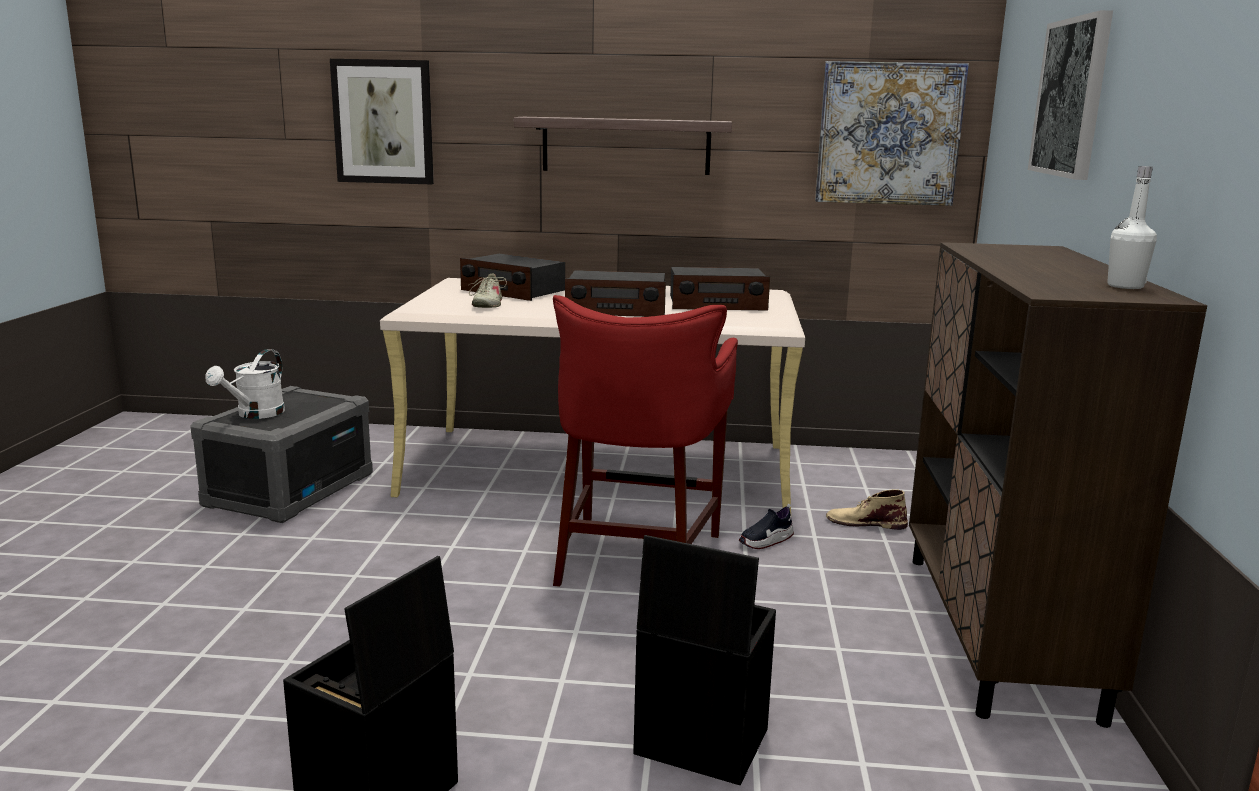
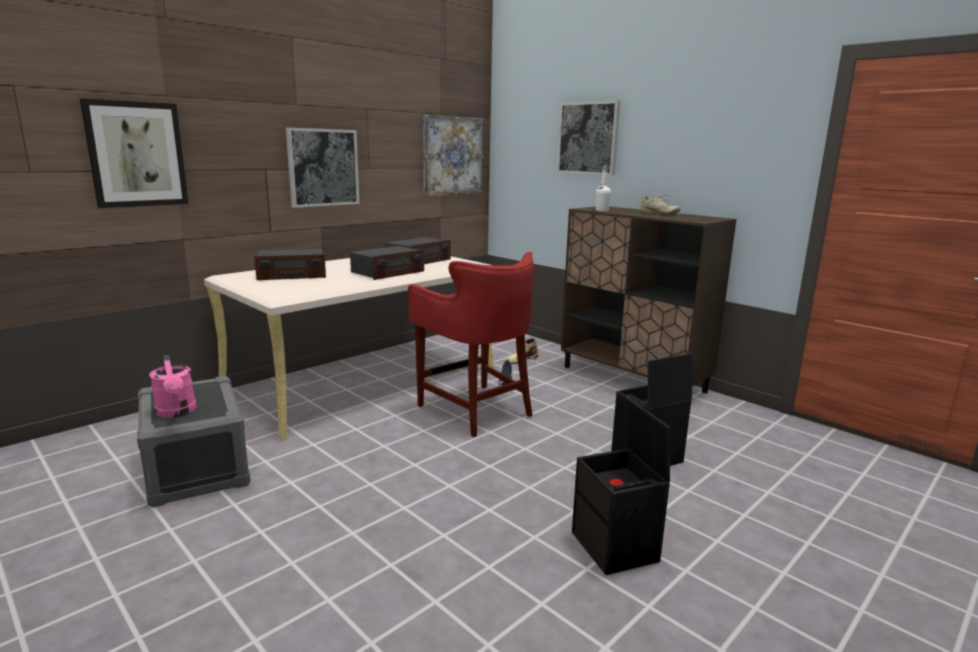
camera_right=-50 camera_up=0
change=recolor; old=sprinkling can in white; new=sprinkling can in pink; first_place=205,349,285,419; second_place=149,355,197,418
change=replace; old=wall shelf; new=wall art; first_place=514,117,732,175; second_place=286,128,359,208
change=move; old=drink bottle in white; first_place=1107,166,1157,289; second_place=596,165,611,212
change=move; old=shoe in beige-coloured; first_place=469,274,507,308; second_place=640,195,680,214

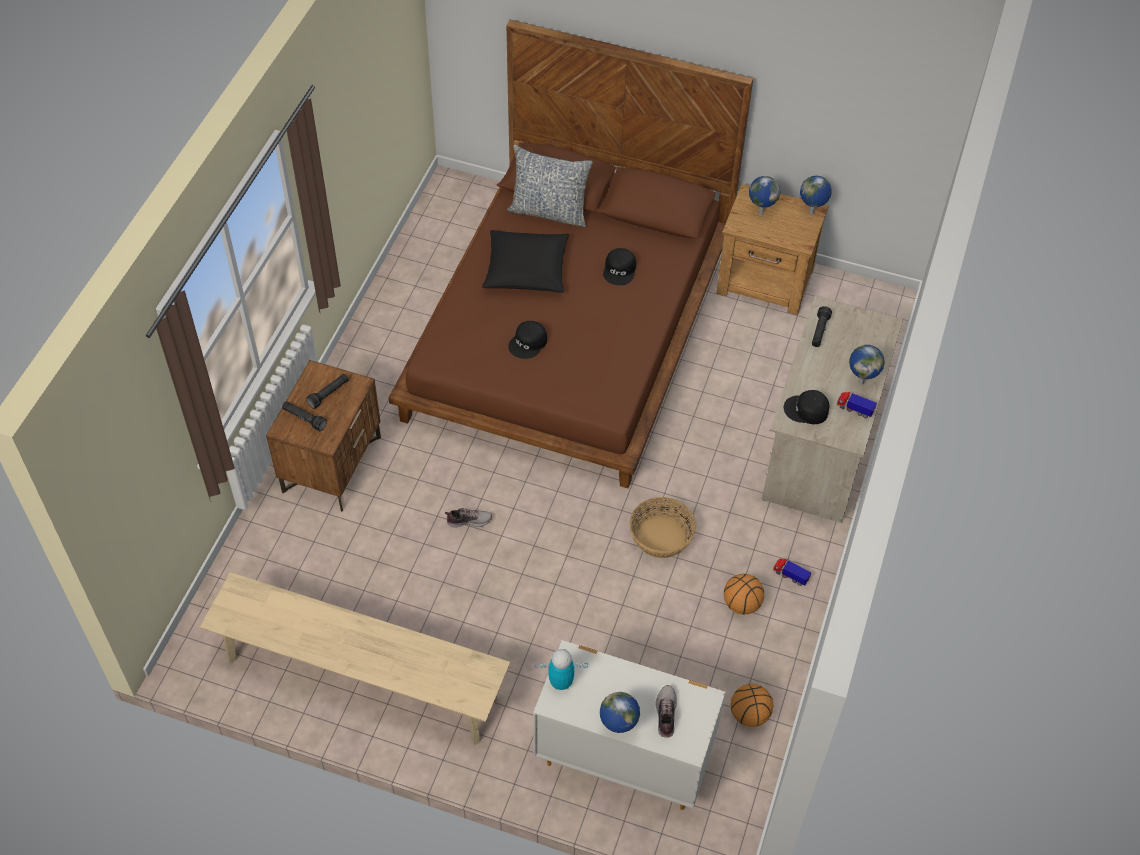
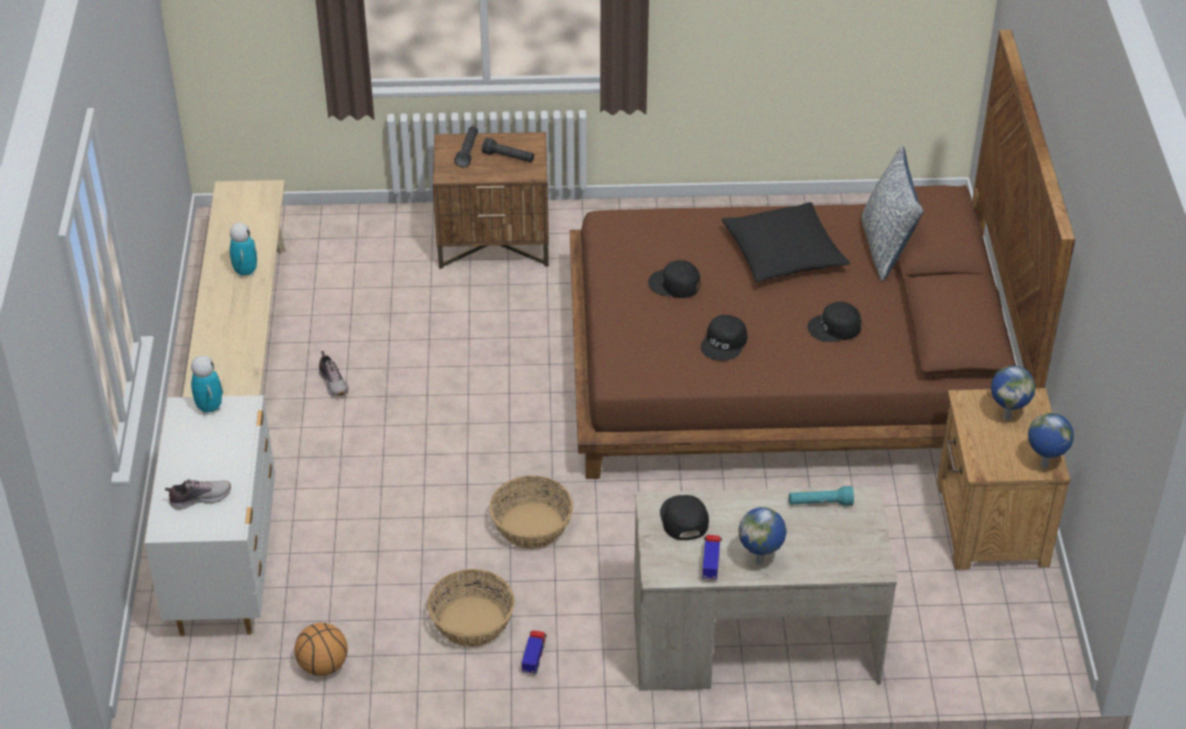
camera_right=70 camera_up=-10
change=insert; new=model robot; second_place=230,223,257,277
change=move; old=shoe; first_place=445,508,492,527; second_place=319,351,348,396
change=replace; old=ball for basketball; new=household basket; first_place=724,574,764,614; second_place=427,569,515,647
change=insert; new=cap in black; second_place=701,315,747,361
change=recolor; old=flashlight in black; new=flashlight in turquoise; first_place=812,306,832,347; second_place=789,486,854,506
change=delete; old=desk globe; first_place=600,692,640,733

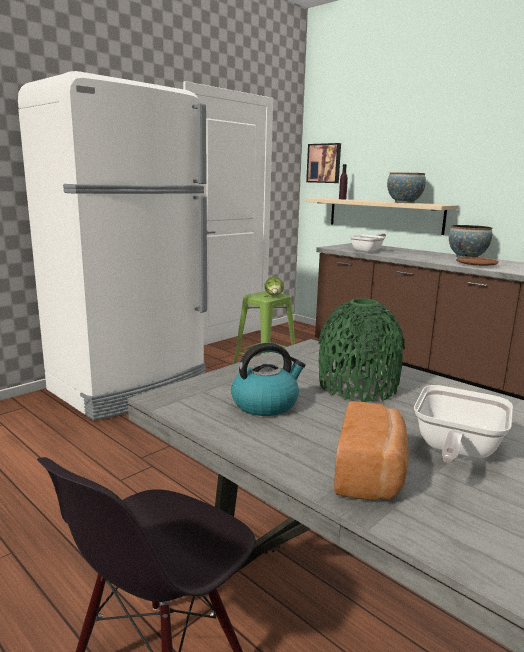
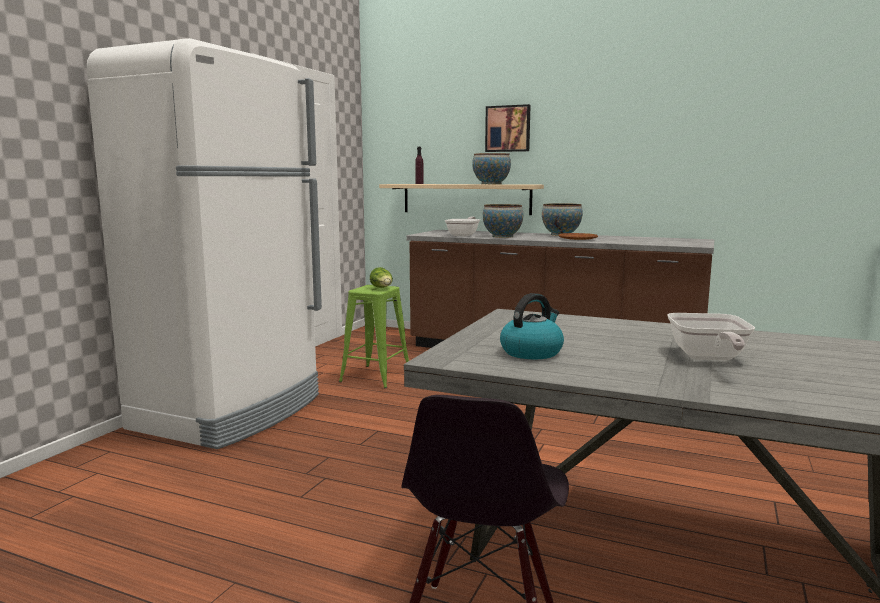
camera_right=-20 camera_up=-5
change=insert; new=serving bowl; second_place=483,204,523,238
change=move; old=wall art; first_place=306,143,341,183; second_place=485,104,531,152
change=delete; old=decorative vase in green-coloured; first_place=318,298,405,402
change=delete; old=bakery bread; first_place=334,401,409,500

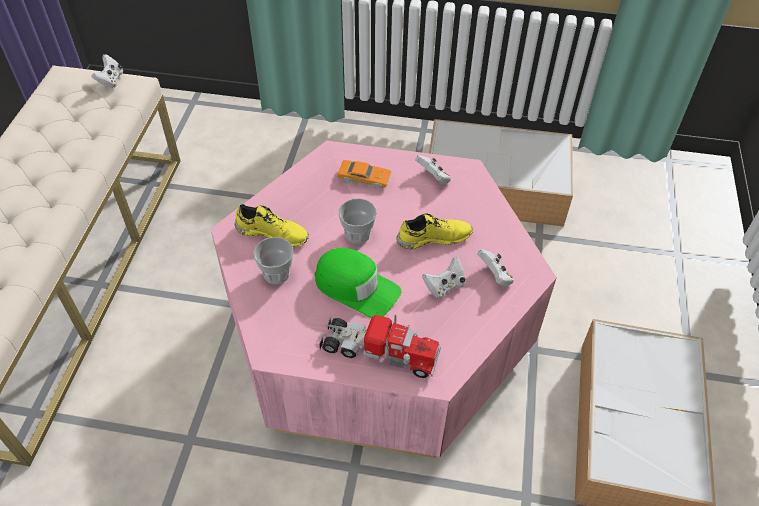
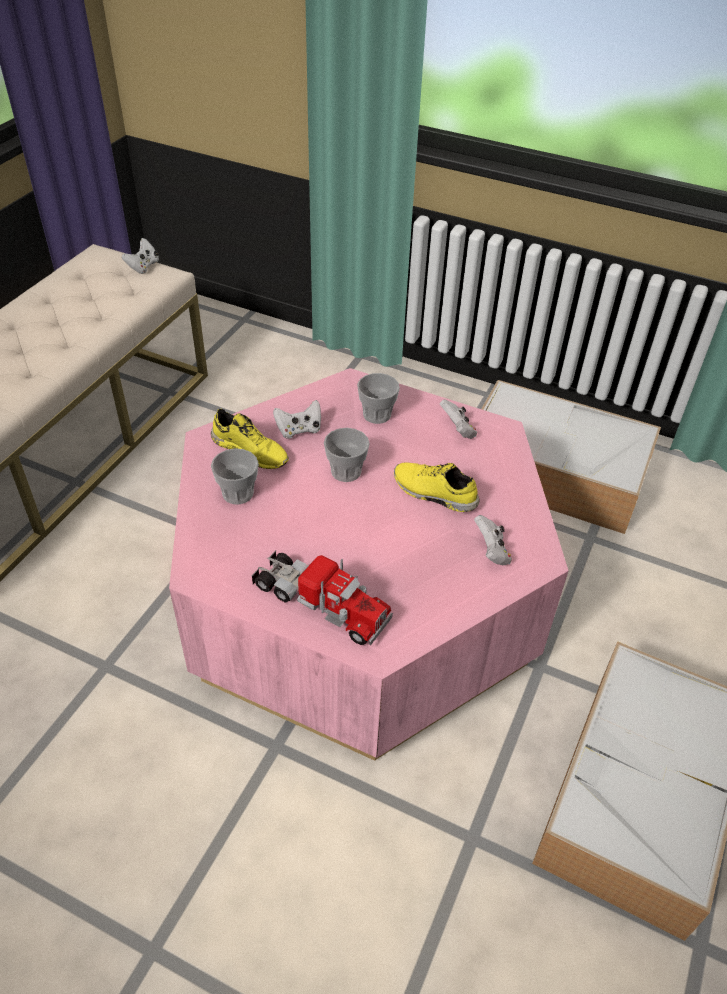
camera_right=15 camera_up=-5
change=move; old=joypad in white; first_place=422,257,465,299; second_place=273,400,321,439
change=replace; old=model car in orangey; new=small cup; first_place=337,160,392,189; second_place=357,373,400,424
change=rotate; old=shoe in yellow-coloured; first_place=396,213,473,249; second_place=394,462,479,512; degrees=-150
change=delete; old=cap in green-coloured; first_place=315,248,401,318

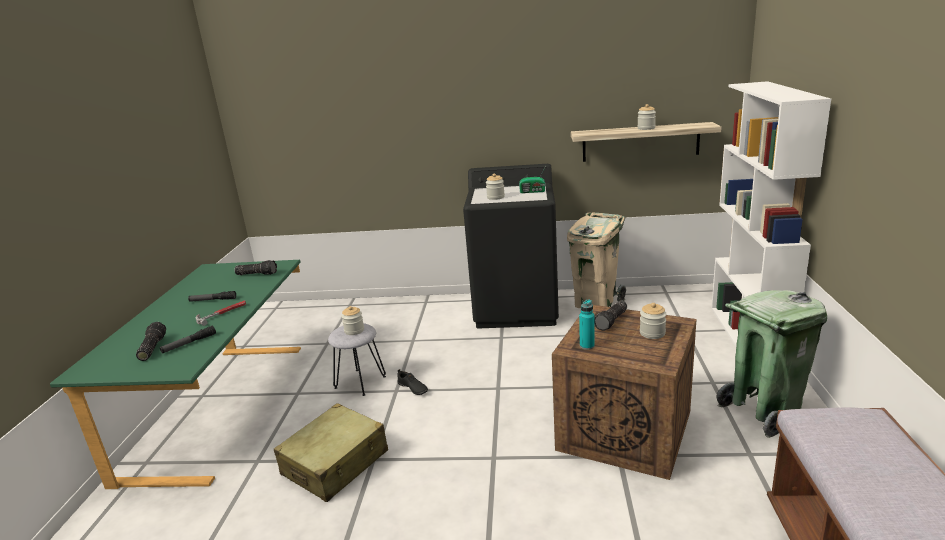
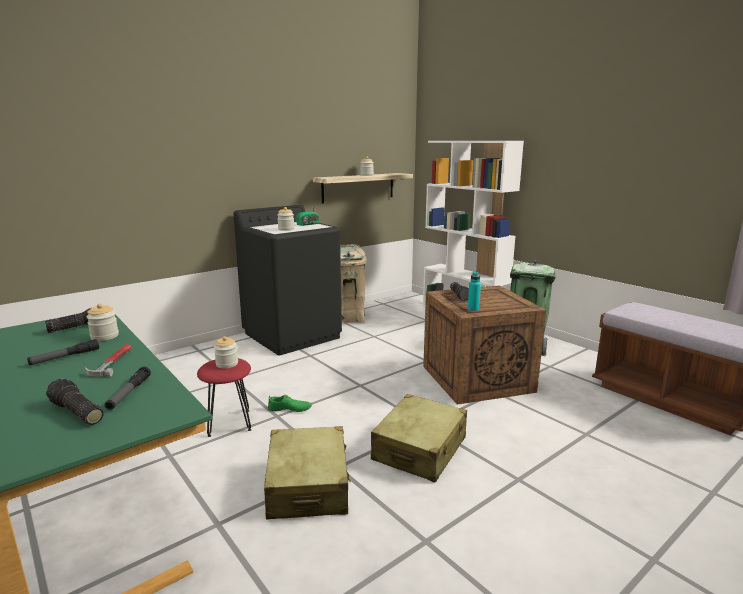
camera_right=-45 camera_up=-5
change=move; old=storage jar; first_place=640,303,667,339; second_place=86,303,119,341
change=recolor; old=sitting stool in gray; new=sitting stool in red; first_place=328,323,386,396; second_place=197,358,251,437
change=recolor; old=shoe in black; new=shoe in green-coloured; first_place=397,369,428,395; second_place=268,394,312,412
change=insert; new=suitcase in beige-coloured; second_place=371,394,467,483

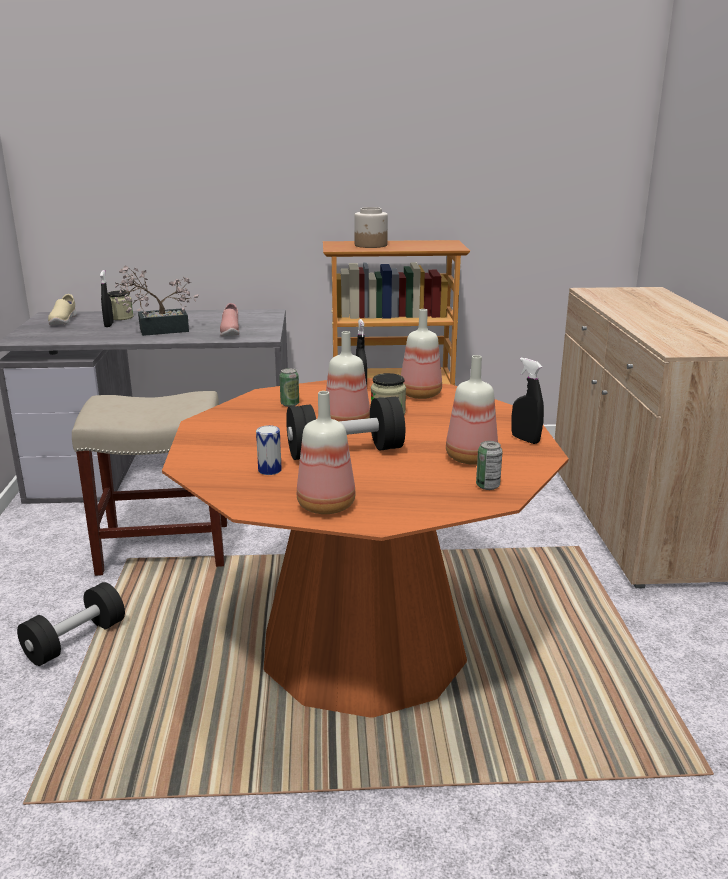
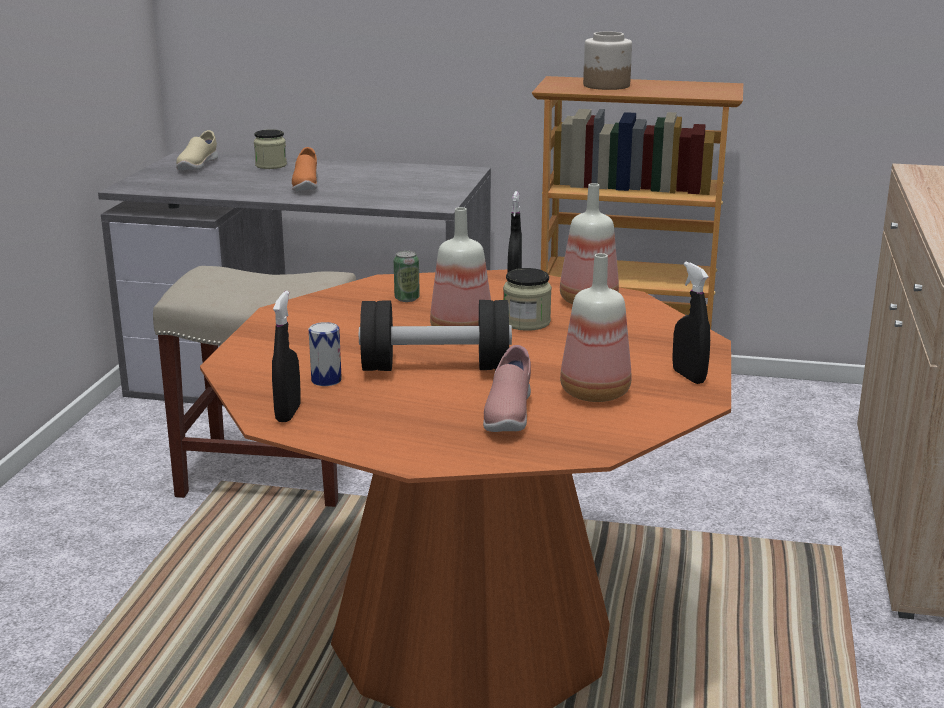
camera_right=15 camera_up=0
change=move; old=sprayer in black; first_place=100,270,114,327; second_place=272,291,301,422
change=replace; old=plant in a pot; new=shoe in orangey; first_place=115,265,199,336; second_place=292,147,318,191
change=move; old=shoe in pink; first_place=220,303,240,337; second_place=483,345,531,432
change=delete; old=dumbbell in black; first_place=17,582,125,666
change=delete; old=drink bottle; first_place=297,391,356,514
change=delete; old=sealed can; first_place=476,441,503,490

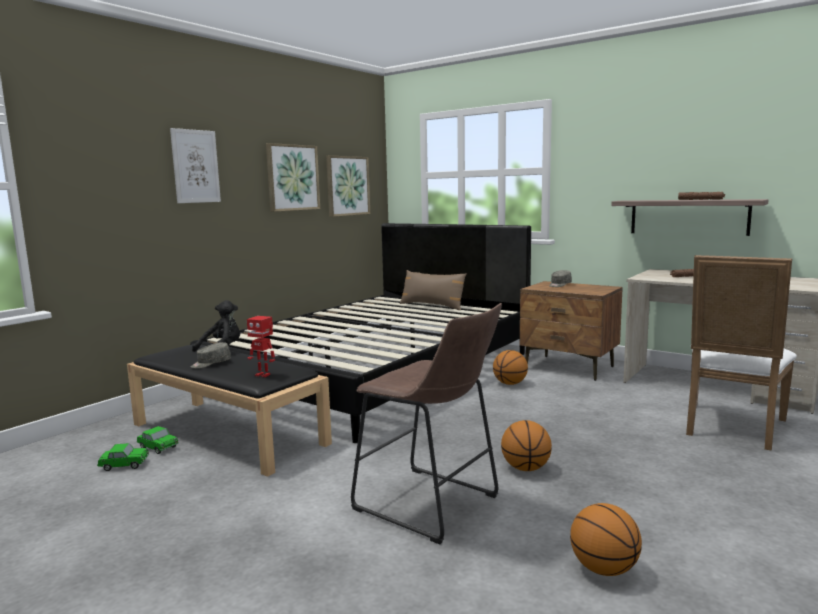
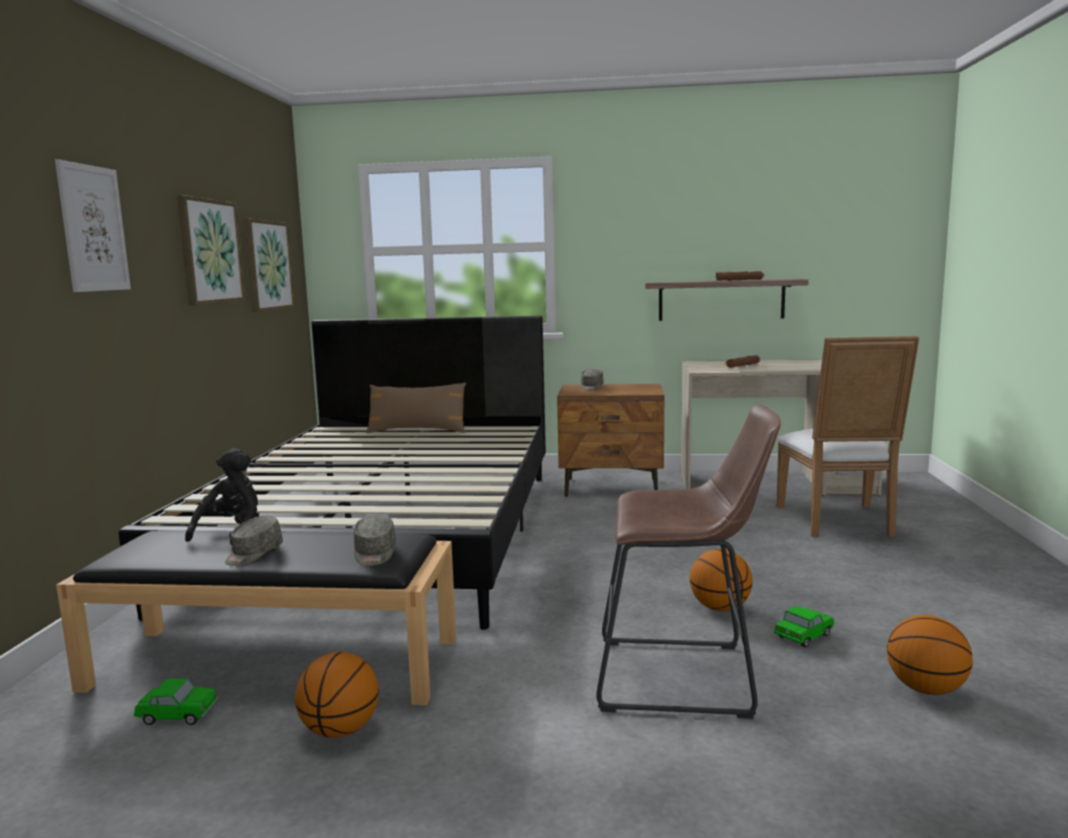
camera_right=-30 camera_up=0
change=move; old=ball for basketball; first_place=493,350,528,385; second_place=295,652,379,738
change=replace; old=model robot; new=cap in gray; first_place=247,316,275,377; second_place=354,515,396,566
change=move; old=model car; first_place=97,443,149,471; second_place=774,606,834,648

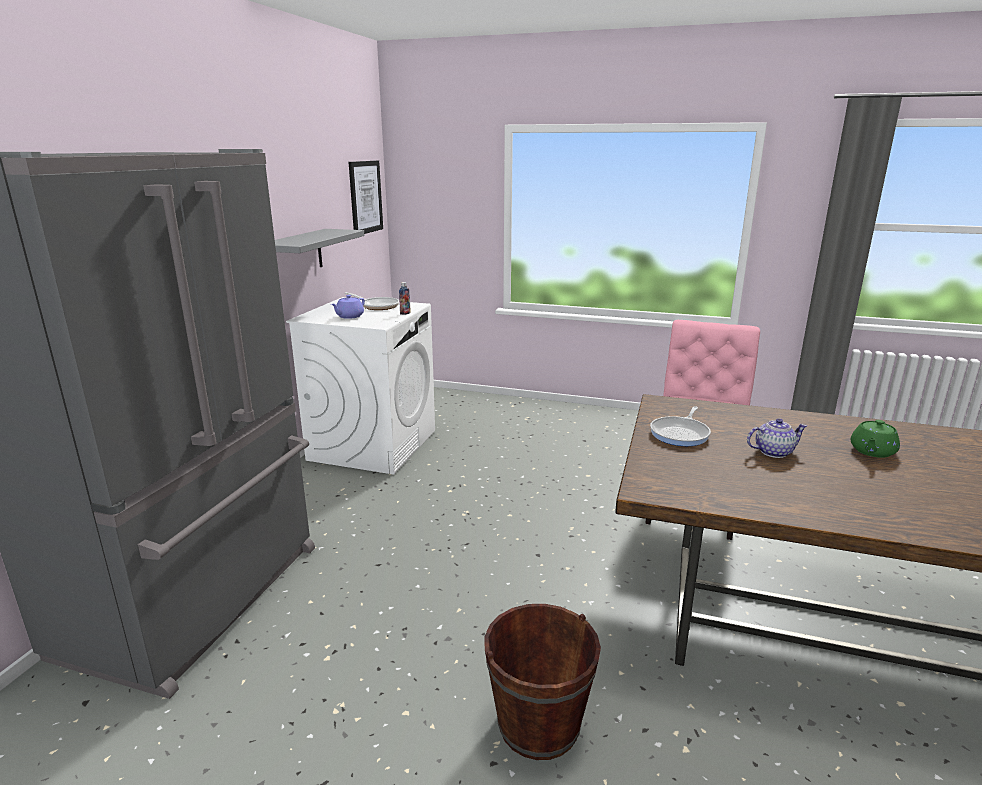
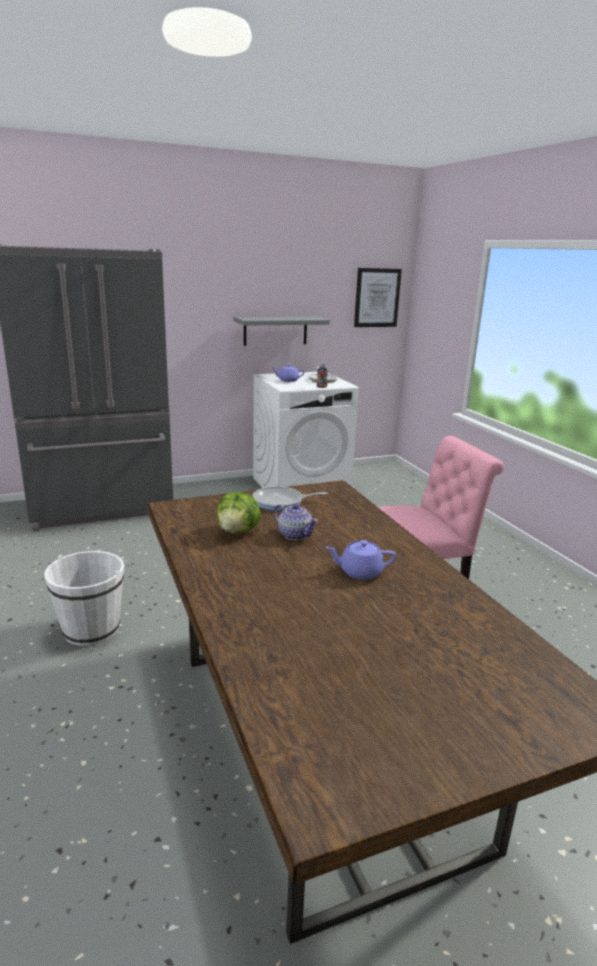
camera_right=50 camera_up=0
change=recolor; old=pail in brown-coloured; new=pail in white; first_place=484,604,601,760; second_place=44,551,124,646
change=insert; new=lettuce; second_place=217,492,261,534
change=recolor; old=pot for tea in green-coloured; new=pot for tea in purple; first_place=850,420,900,458; second_place=326,540,396,580

